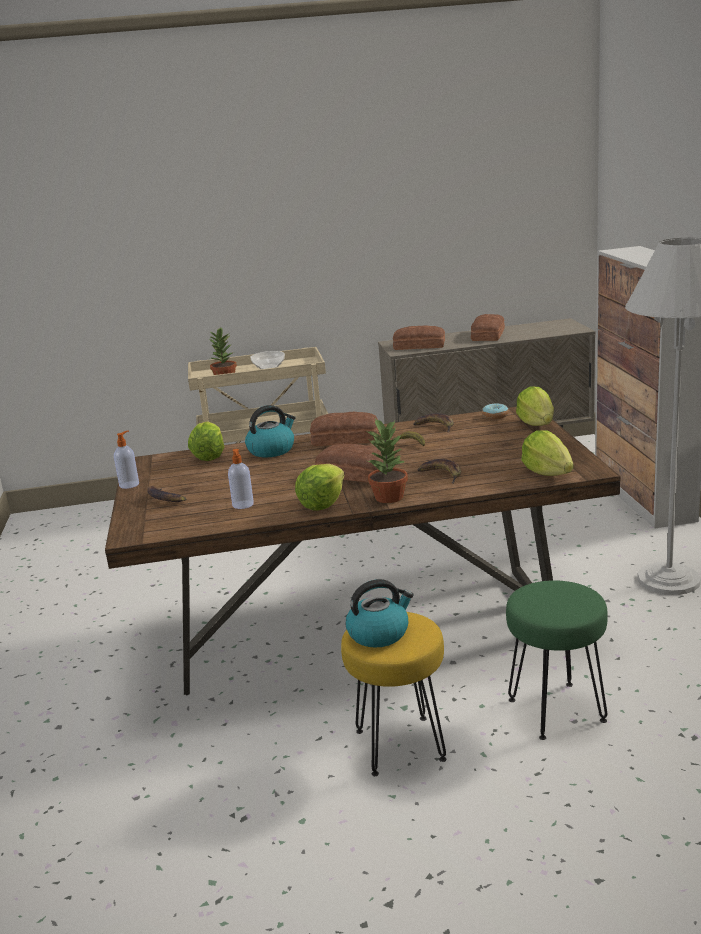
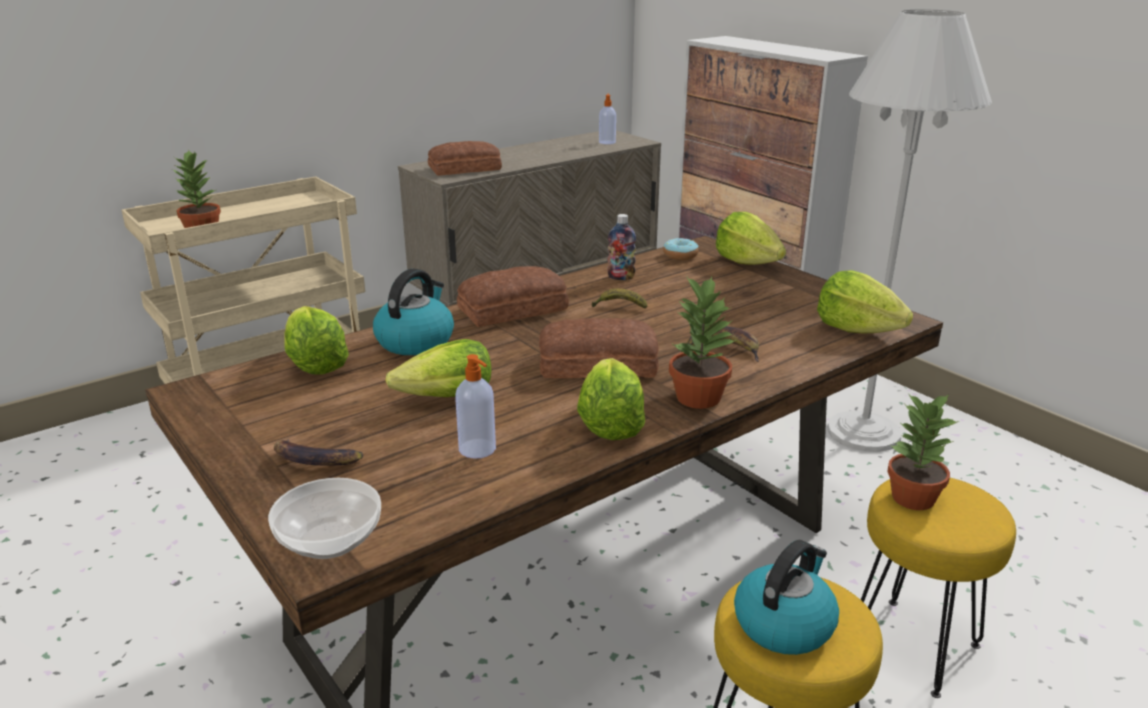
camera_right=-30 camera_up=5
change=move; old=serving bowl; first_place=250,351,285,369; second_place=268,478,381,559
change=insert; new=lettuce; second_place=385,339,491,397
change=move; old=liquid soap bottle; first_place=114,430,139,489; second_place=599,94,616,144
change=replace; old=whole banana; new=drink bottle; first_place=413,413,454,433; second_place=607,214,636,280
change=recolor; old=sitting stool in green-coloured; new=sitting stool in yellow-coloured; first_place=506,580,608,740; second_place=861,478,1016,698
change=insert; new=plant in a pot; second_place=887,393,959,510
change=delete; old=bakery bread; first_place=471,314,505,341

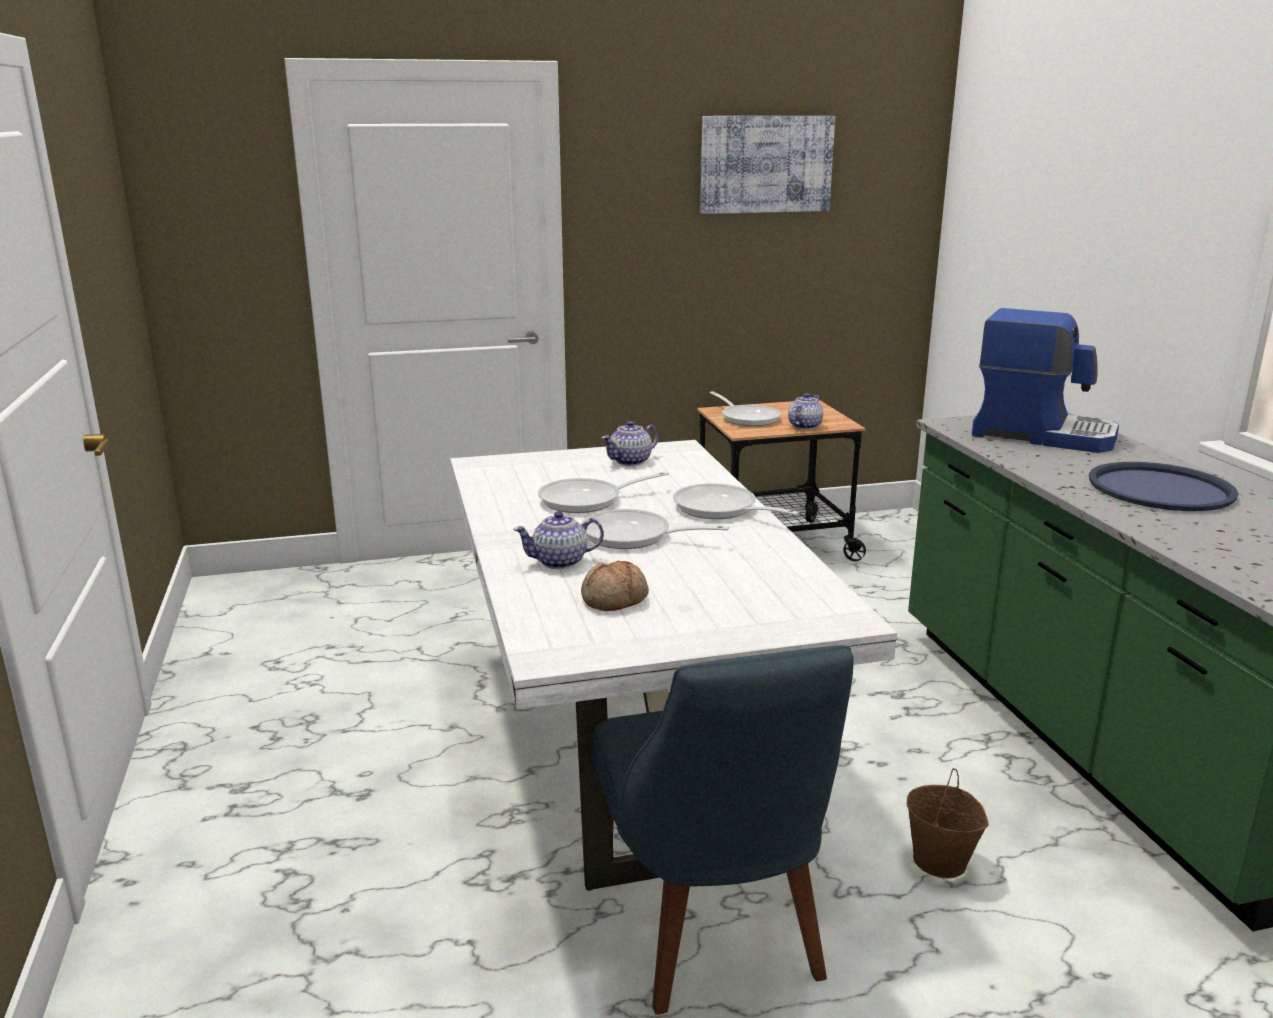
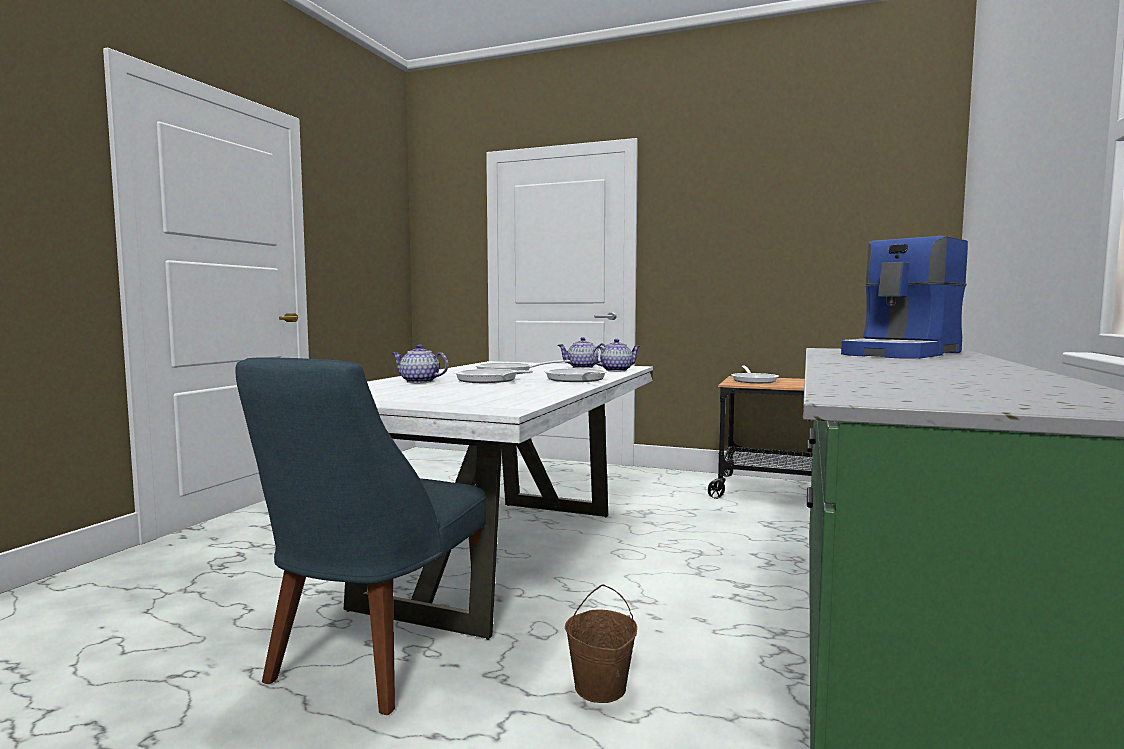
camera_right=35 camera_up=-15
change=move; old=pot for tea; first_place=788,393,823,430; second_place=592,339,641,371
change=rotate; old=coffee maker; first_place=972,308,1119,453; second_place=841,236,968,359; degrees=75
change=delete; old=bakery bread; first_place=581,561,649,611
change=delete; old=wall art; first_place=700,116,835,214
change=delete; old=serving tray in blue; first_place=1089,462,1238,511

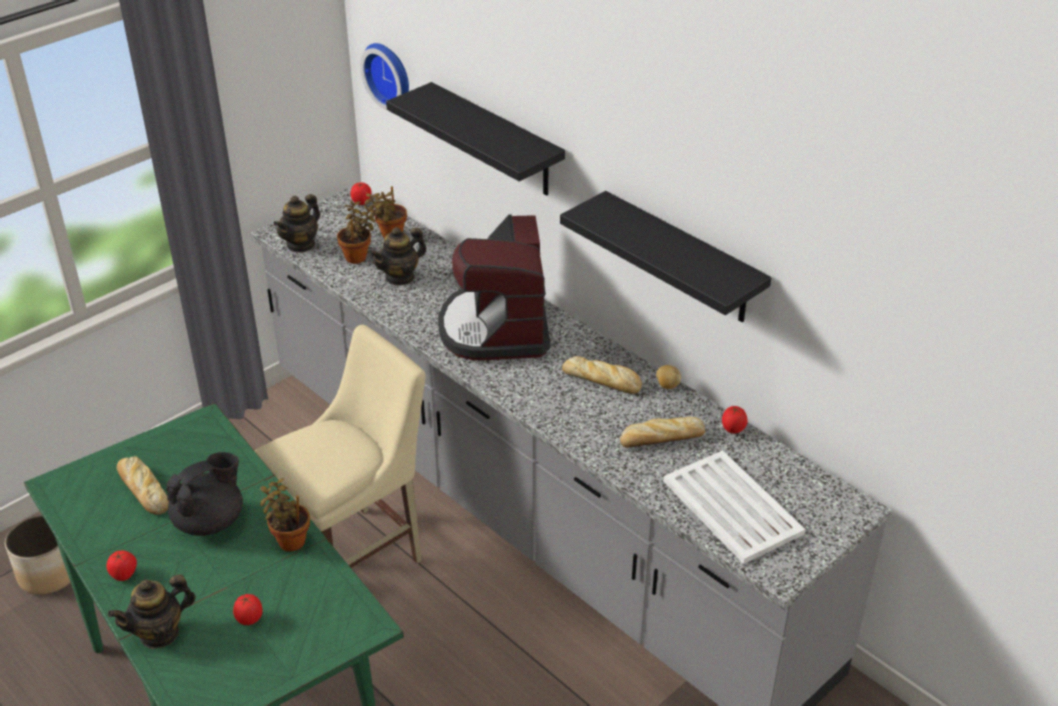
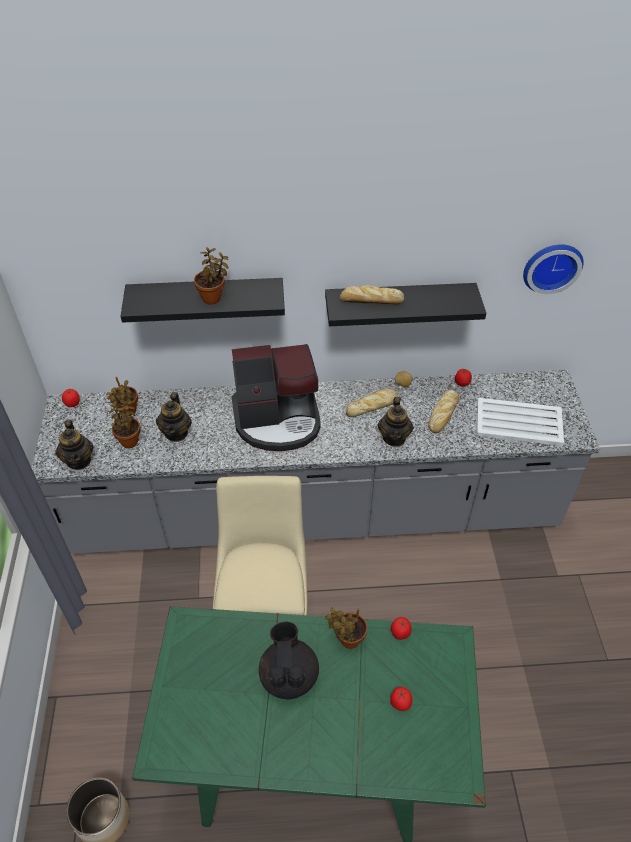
camera_right=-50 camera_up=10
change=insert; new=plant in a pot; second_place=194,247,228,304
change=rotate; old=coffee maker; first_place=438,214,550,360; second_place=231,344,321,451; degrees=-45
change=move; old=bakery bread; first_place=117,456,169,515; second_place=340,285,404,304
change=move; old=pot for tea; first_place=108,574,196,649; second_place=378,397,414,447
change=move; old=fresh tomato; first_place=107,551,137,581; second_place=391,617,412,640
change=move; old=wall clock; first_place=360,43,409,110; second_place=523,244,584,294

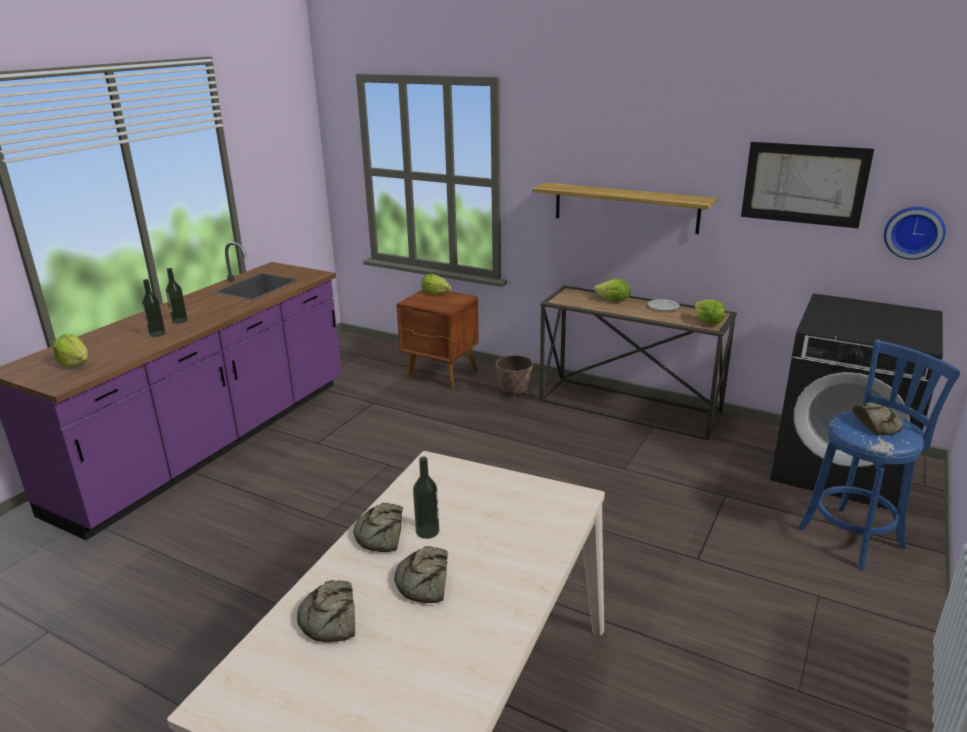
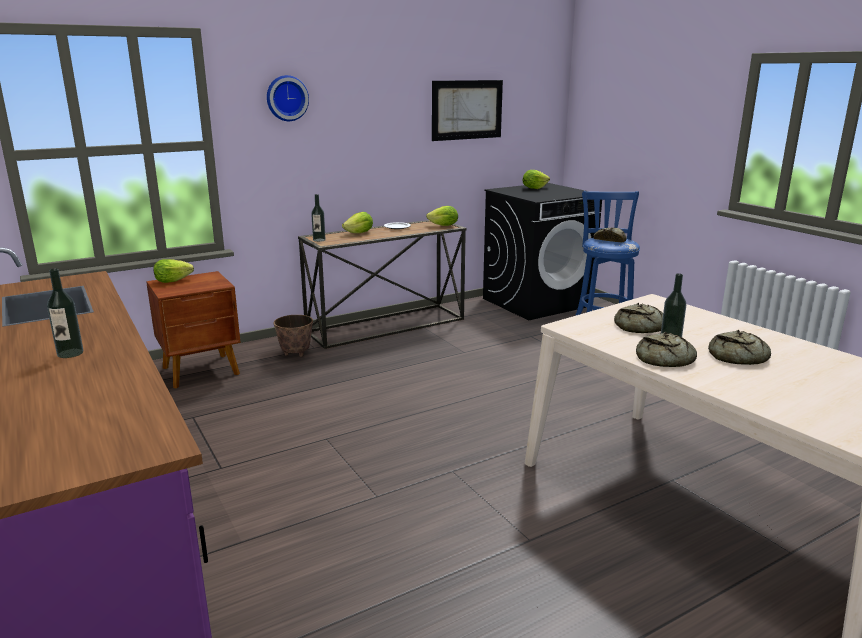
camera_right=-60 camera_up=-5
change=move; old=wall clock; first_place=884,207,946,260; second_place=267,75,309,121
change=move; old=drink bottle; first_place=142,279,166,337; second_place=311,194,326,242
change=move; old=lettuce; first_place=53,334,88,367; second_place=523,170,550,189
change=move; old=bakery bread; first_place=297,580,355,642; second_place=614,303,663,333
change=delete; old=wall shelf; first_place=532,182,717,234

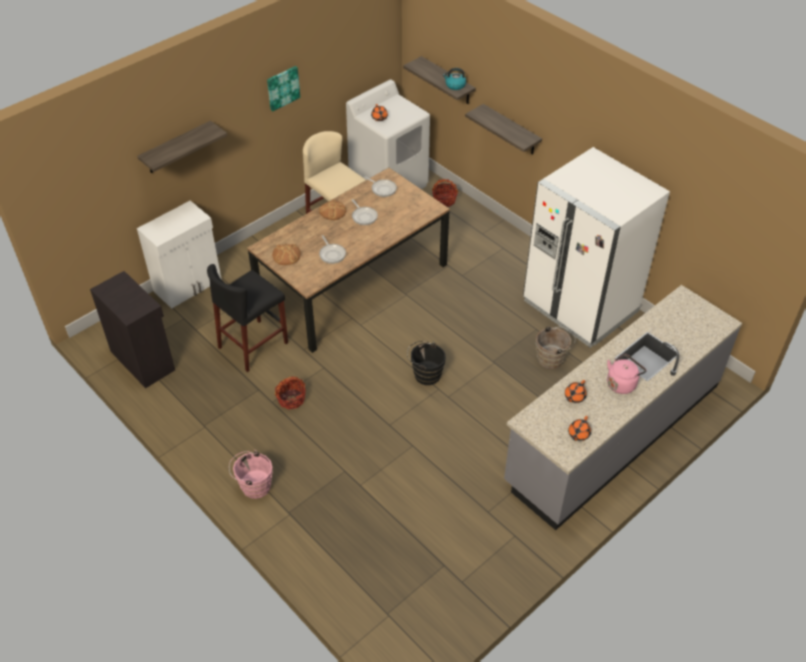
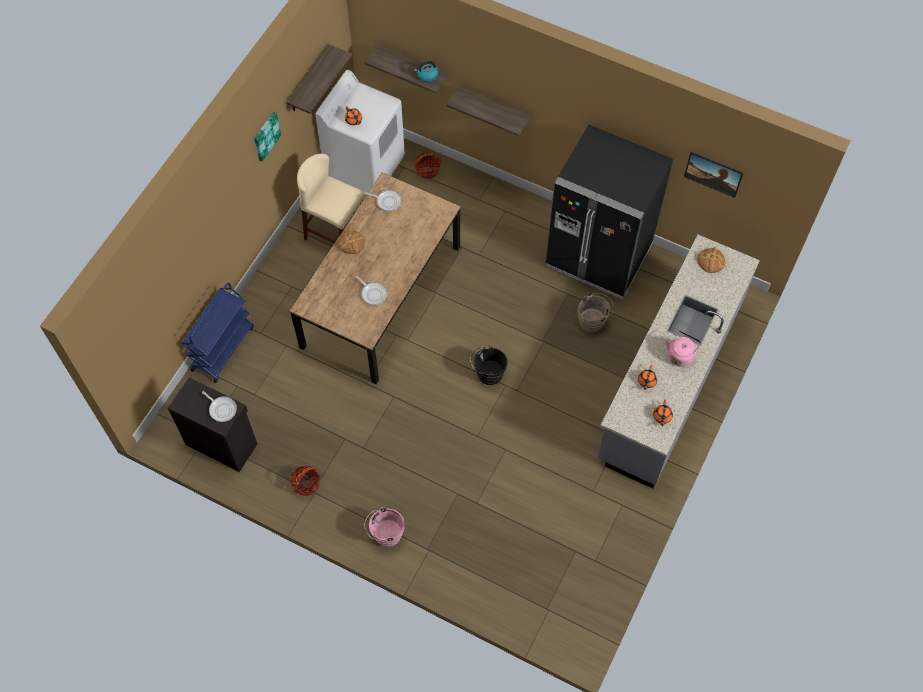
camera_right=-20 camera_up=15
change=replace; old=cupboard in white; new=trolley in blue; first_place=137,201,222,309; second_place=182,282,254,383
change=move; old=skillet; first_place=352,199,378,225; second_place=202,391,237,422
change=move; old=wall shelf; first_place=137,121,227,173; second_place=286,44,352,114
change=move; old=household basket; first_place=275,377,306,409; second_place=290,465,320,496
change=recolor; old=fridge in white; new=fridge in black; first_place=523,147,670,348; second_place=545,125,673,299
change=insert; new=wall art; second_place=684,152,743,198
change=move; old=bakery bread; first_place=272,244,301,265; second_place=697,247,725,273
change=delete; old=sitting stool in black; first_place=207,264,288,372

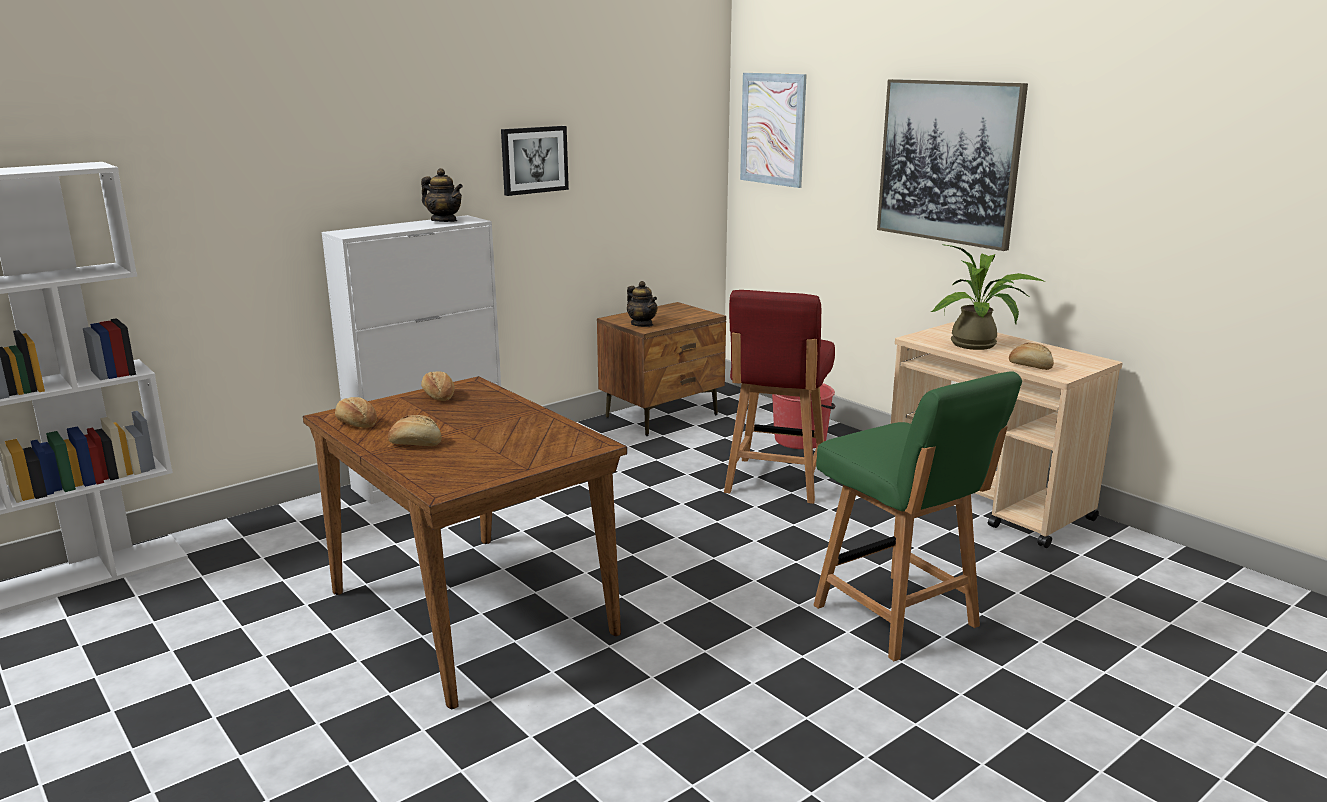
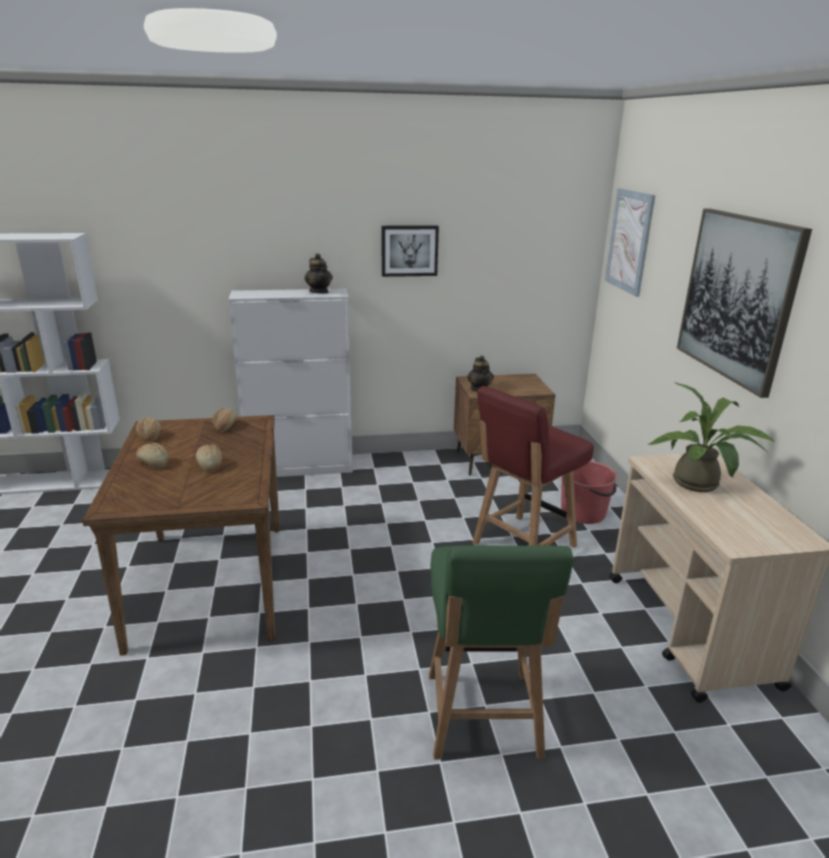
camera_right=30 camera_up=5
change=move; old=bakery bread; first_place=1009,343,1054,370; second_place=196,444,222,472

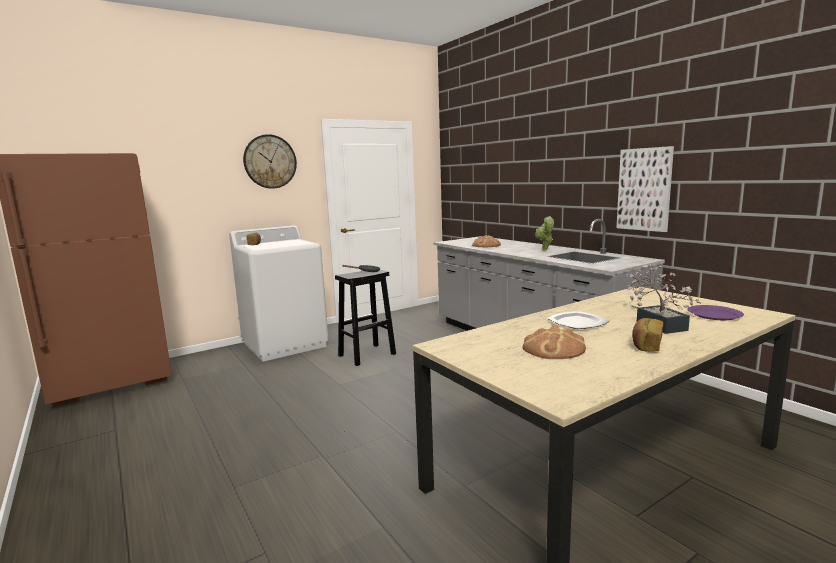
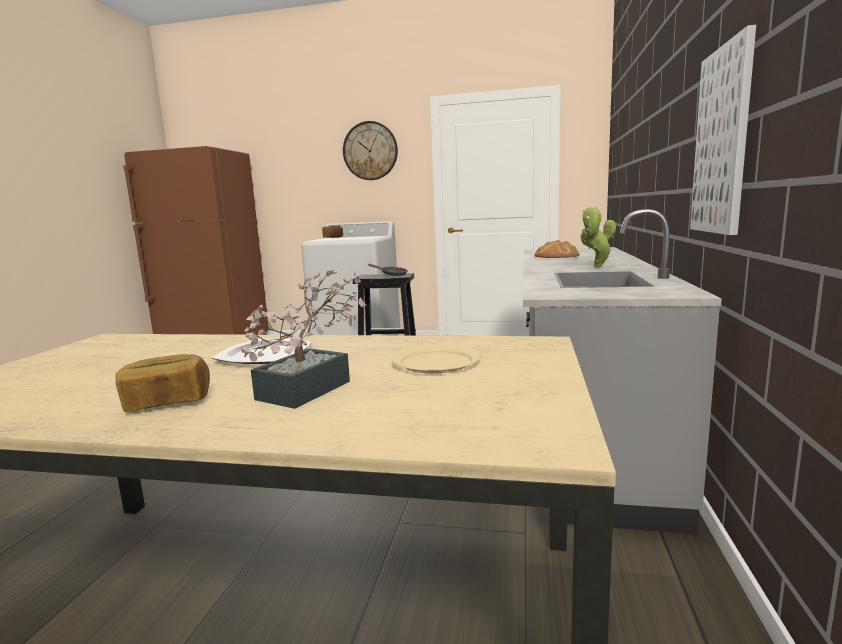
camera_right=45 camera_up=0
change=delete; old=bakery bread; first_place=523,325,586,359
change=delete; old=dinner plate in purple; first_place=687,305,744,320

